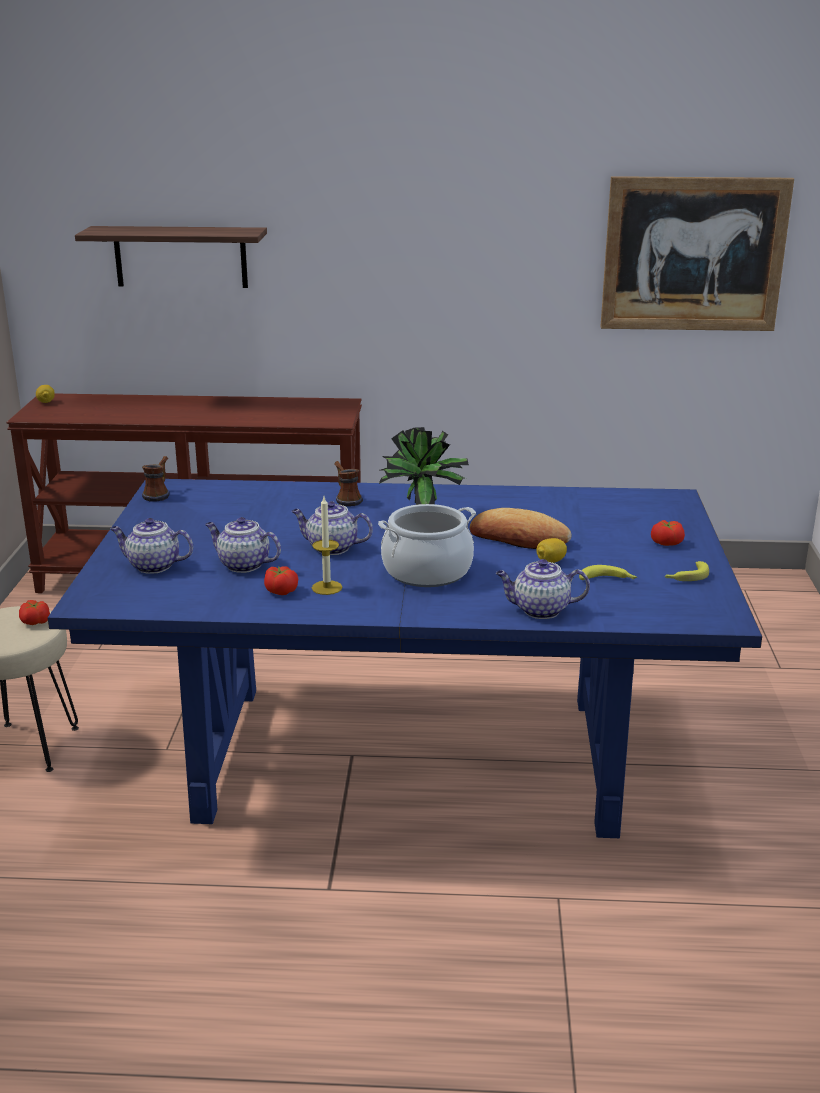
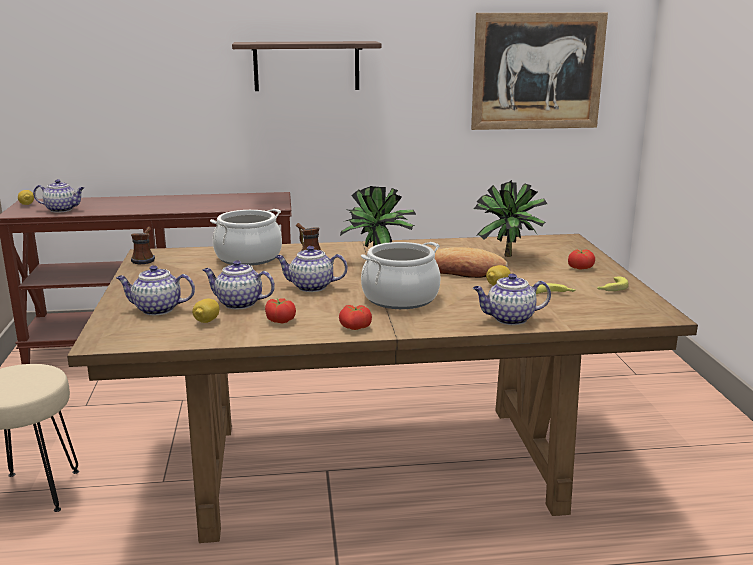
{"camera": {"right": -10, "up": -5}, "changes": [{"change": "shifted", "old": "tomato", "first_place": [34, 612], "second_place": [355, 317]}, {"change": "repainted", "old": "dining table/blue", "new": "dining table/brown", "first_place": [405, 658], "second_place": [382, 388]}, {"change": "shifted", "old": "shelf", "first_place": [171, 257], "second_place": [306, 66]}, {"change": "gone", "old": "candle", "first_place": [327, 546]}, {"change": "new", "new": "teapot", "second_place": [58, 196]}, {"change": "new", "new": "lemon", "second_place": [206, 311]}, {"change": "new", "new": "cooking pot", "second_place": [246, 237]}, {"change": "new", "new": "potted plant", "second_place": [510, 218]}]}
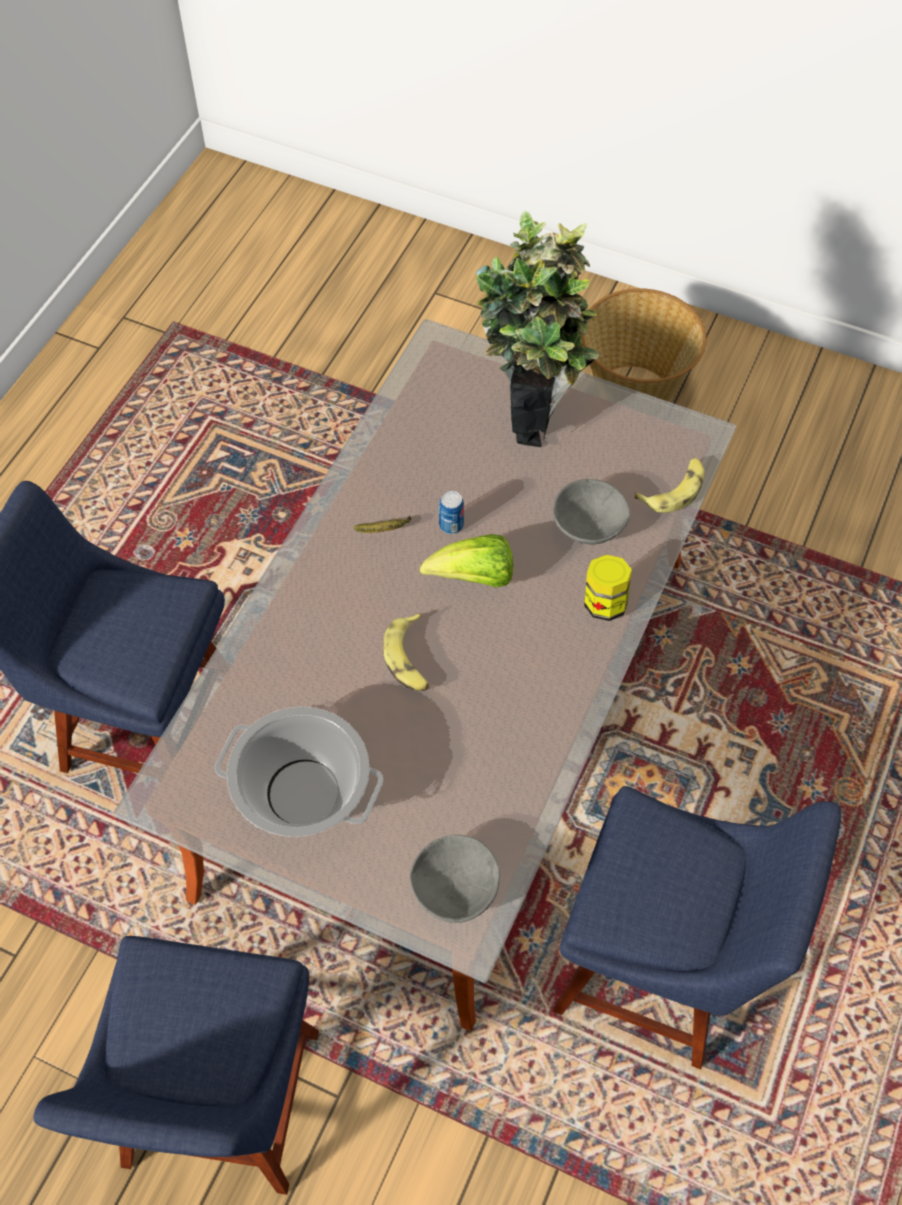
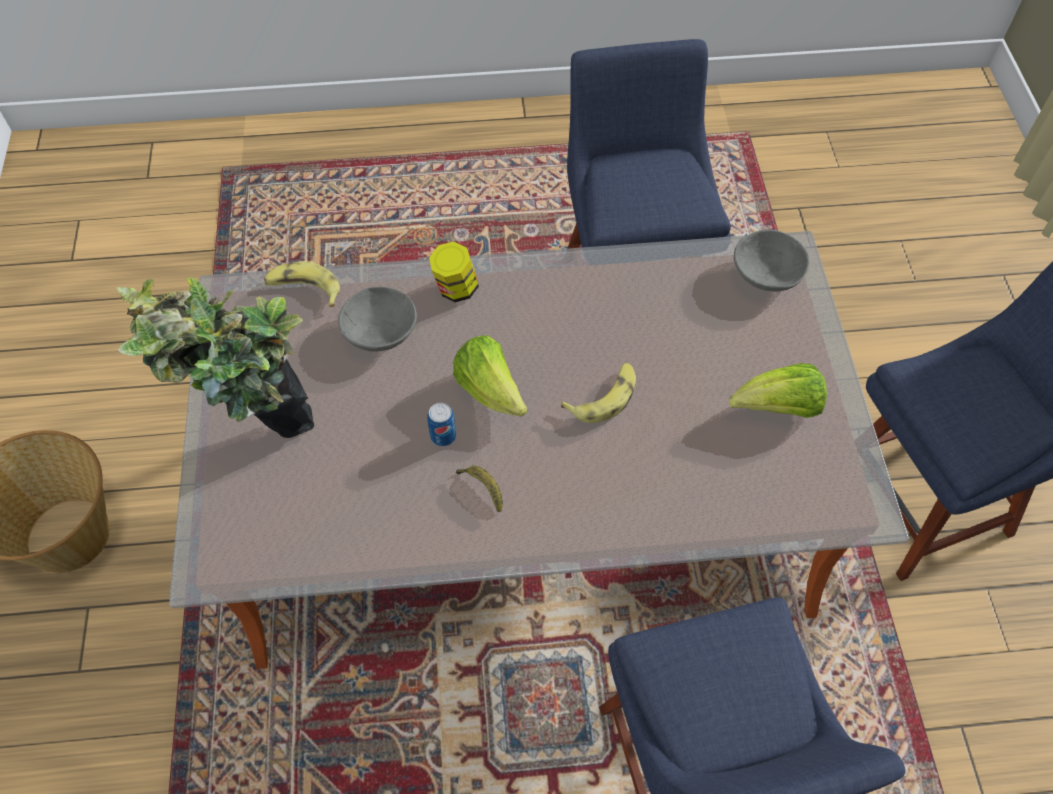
{"camera": {"right": -120, "up": 0}, "changes": [{"change": "swapped", "old": "cooking pot", "new": "lettuce", "first_place": [299, 772], "second_place": [778, 390]}]}
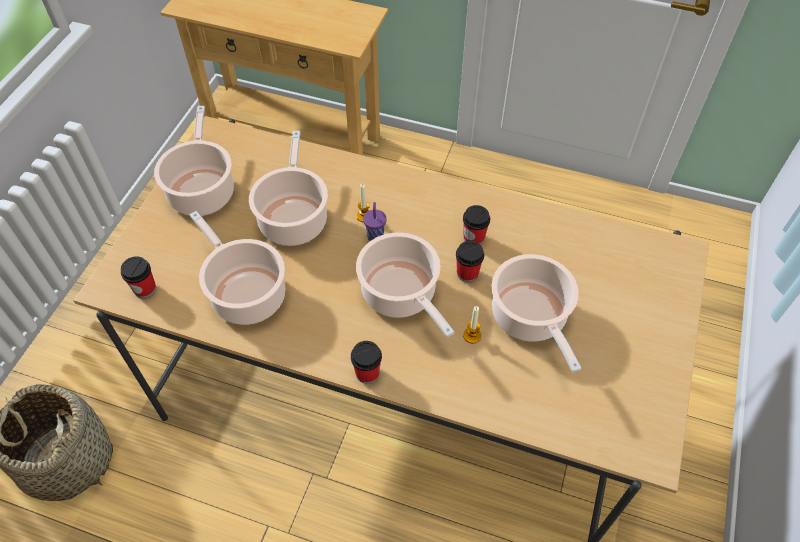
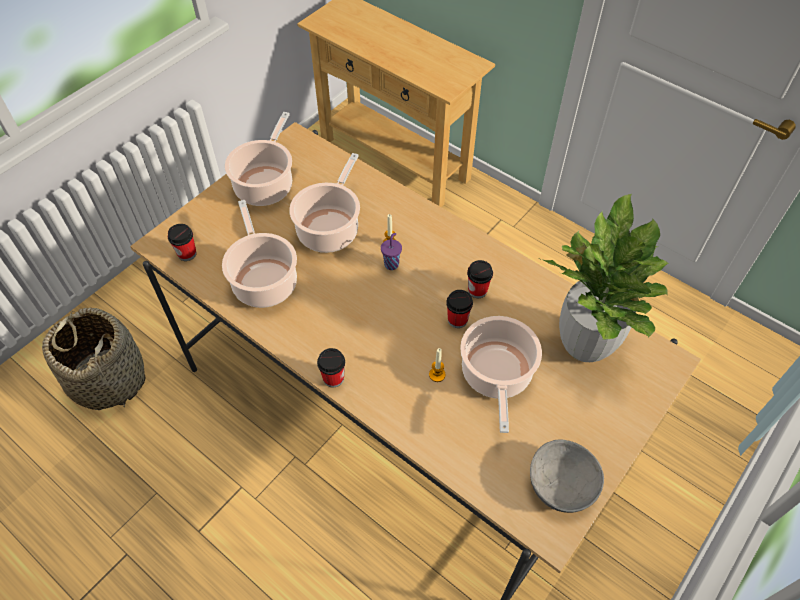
{"camera": {"right": 20, "up": 0}, "changes": [{"change": "gone", "old": "cooking pot", "first_place": [405, 284]}, {"change": "new", "new": "bowl/grey", "second_place": [567, 476]}, {"change": "new", "new": "potted plant", "second_place": [603, 278]}]}
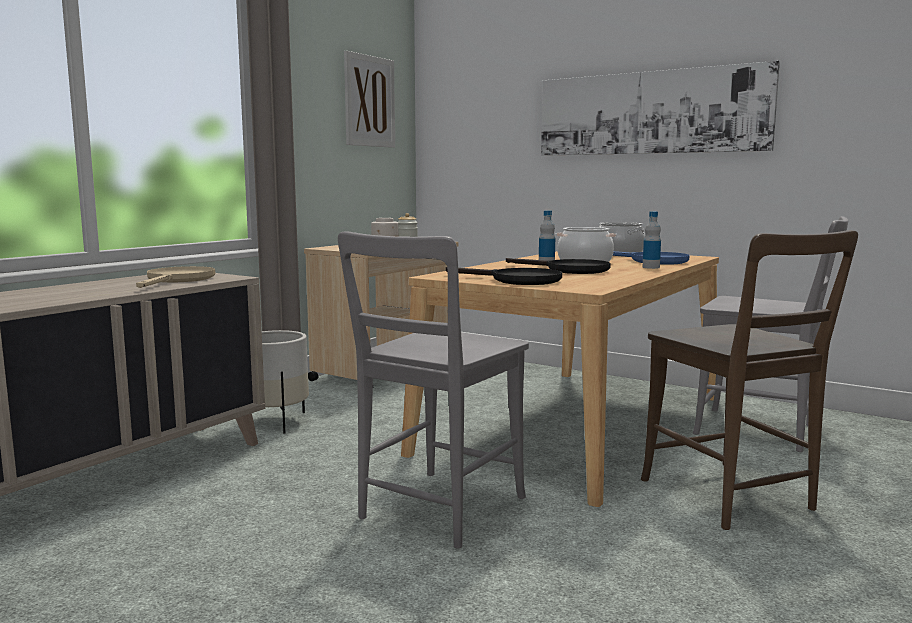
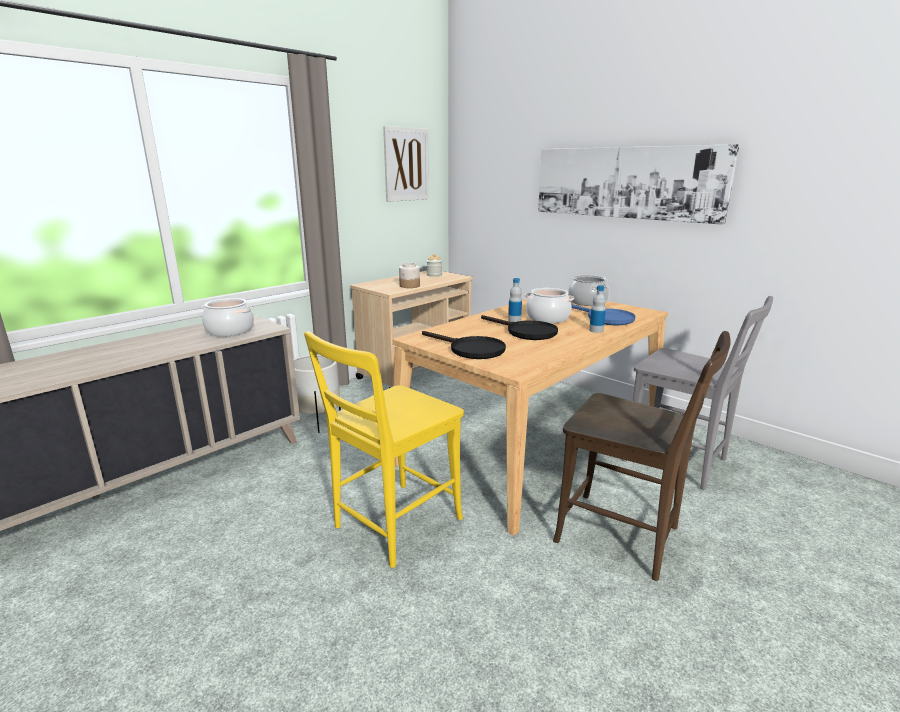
{"camera": {"right": 10, "up": 10}, "changes": [{"change": "swapped", "old": "frying pan/beige", "new": "cooking pot", "first_place": [175, 277], "second_place": [228, 317]}, {"change": "repainted", "old": "chair/grey", "new": "chair/yellow", "first_place": [433, 389], "second_place": [384, 449]}, {"change": "rotated", "old": "chair/brown", "first_place": [749, 380], "second_place": [642, 456], "degrees": -45}]}
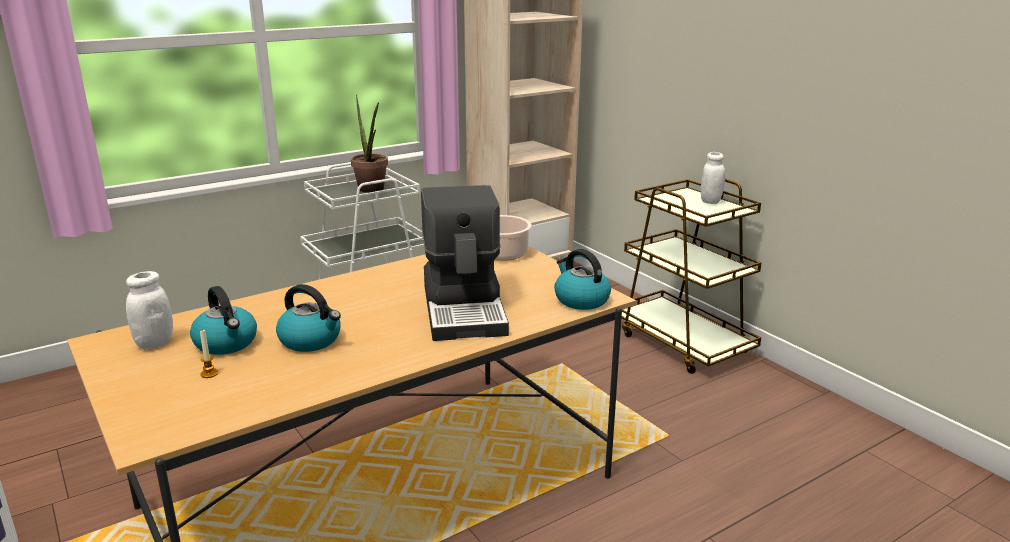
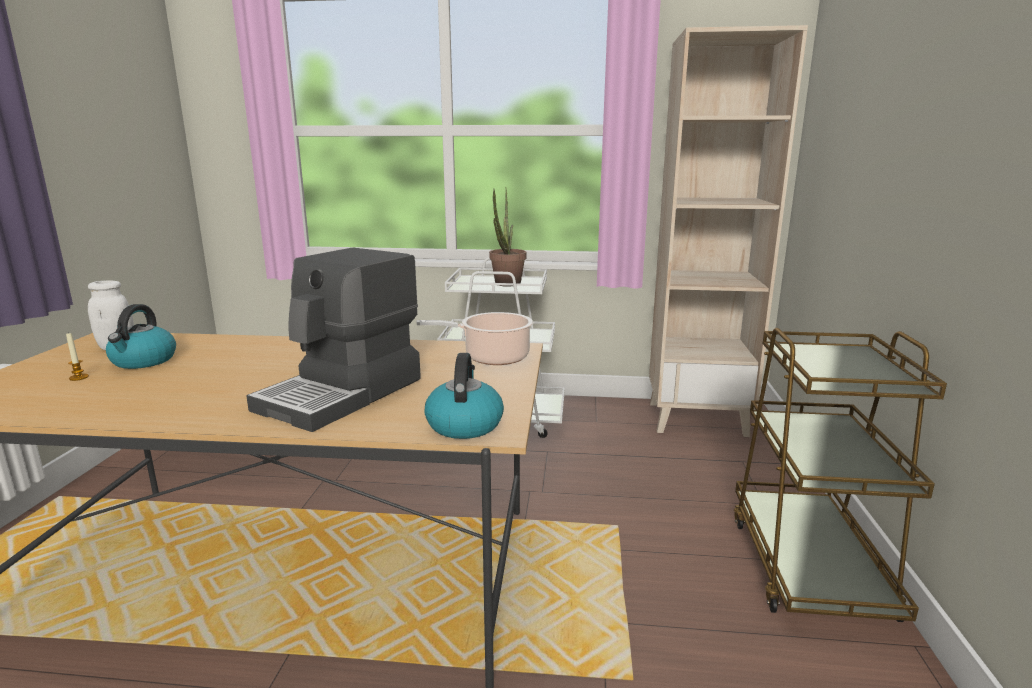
{"camera": {"right": 40, "up": -5}, "changes": [{"change": "gone", "old": "kettle", "first_place": [308, 318]}, {"change": "gone", "old": "jar/white", "first_place": [713, 178]}]}
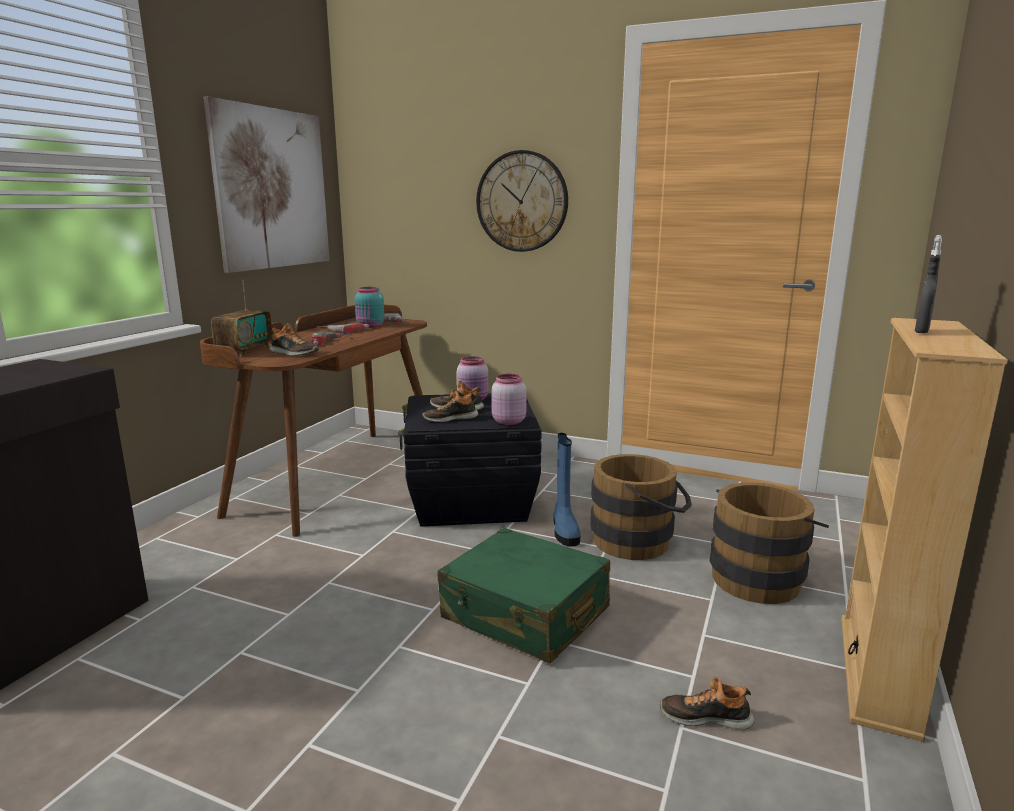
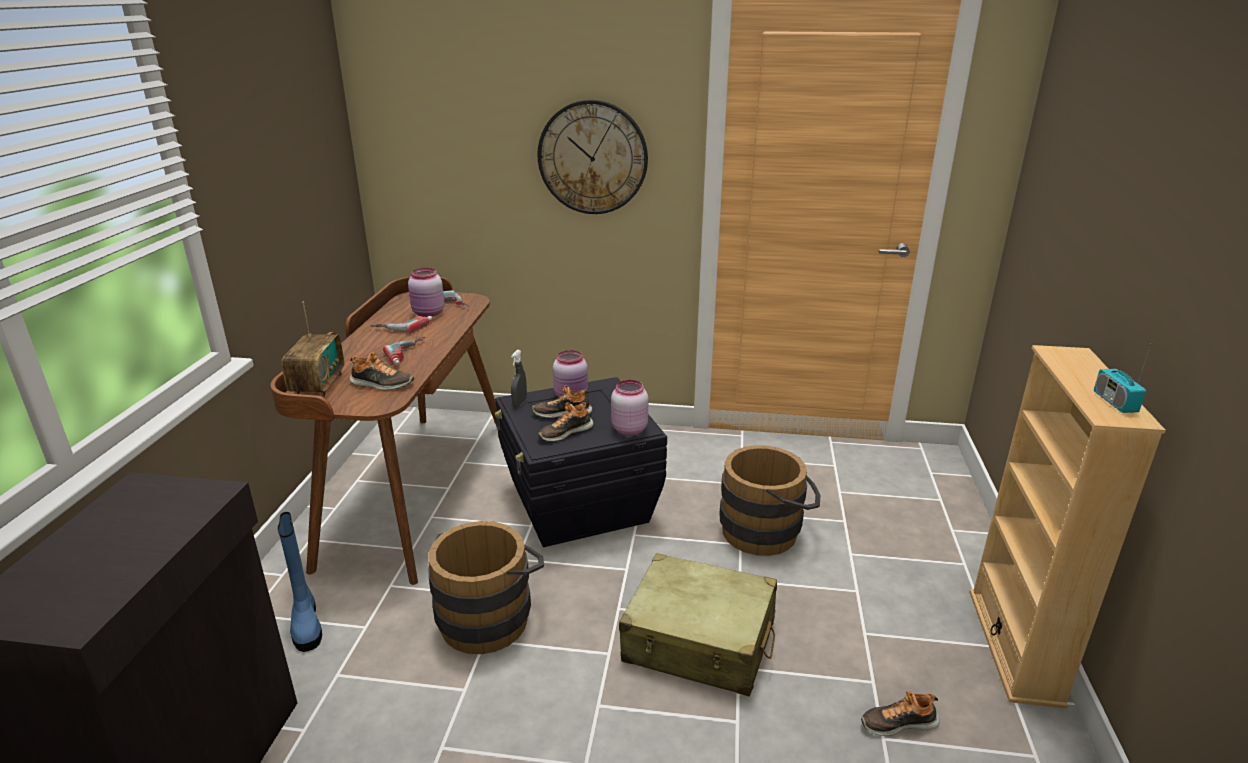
{"camera": {"right": -15, "up": 10}, "changes": [{"change": "gone", "old": "picture", "first_place": [266, 184]}, {"change": "repainted", "old": "jar/turquoise", "new": "jar/pink", "first_place": [370, 307], "second_place": [426, 292]}, {"change": "repainted", "old": "suitcase/green", "new": "suitcase/beige", "first_place": [523, 596], "second_place": [698, 624]}, {"change": "shifted", "old": "boot/blue", "first_place": [567, 490], "second_place": [300, 582]}, {"change": "shifted", "old": "bucket/brown", "first_place": [769, 543], "second_place": [486, 587]}, {"change": "shifted", "old": "spray bottle/grey", "first_place": [928, 284], "second_place": [519, 378]}, {"change": "new", "new": "radio", "second_place": [1123, 377]}]}
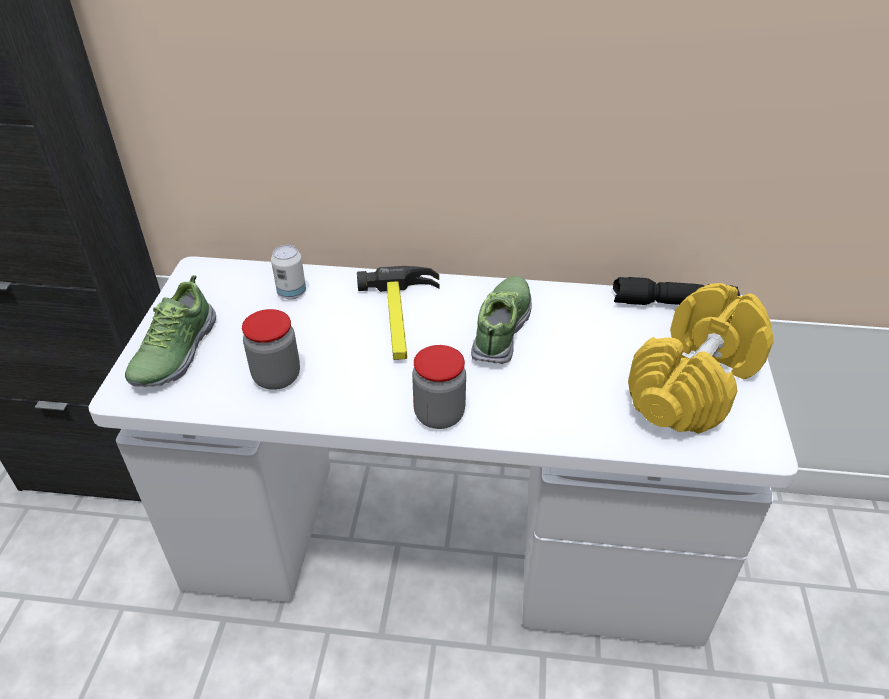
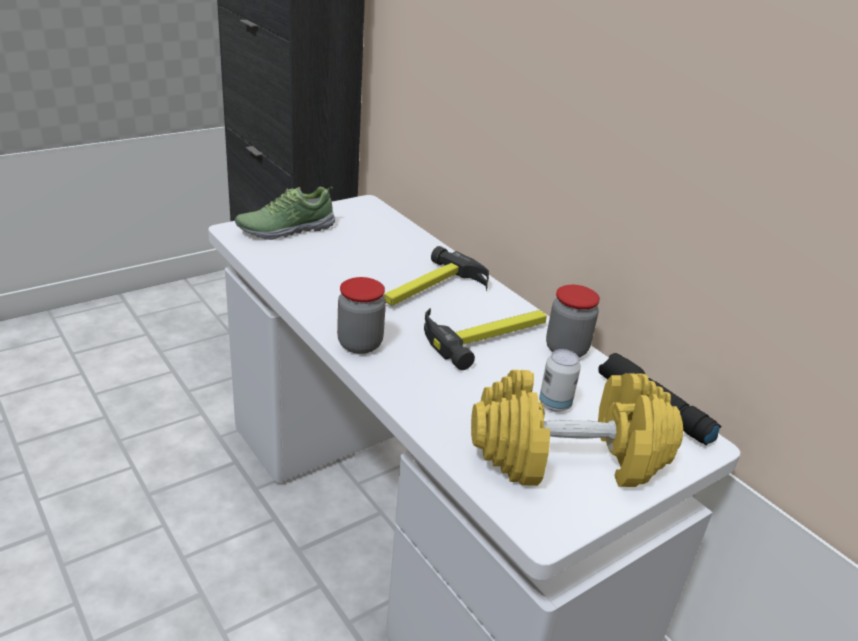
{"camera": {"right": 45, "up": -10}, "changes": [{"change": "shifted", "old": "jar", "first_place": [271, 349], "second_place": [573, 321]}, {"change": "shifted", "old": "can", "first_place": [288, 272], "second_place": [560, 380]}, {"change": "swapped", "old": "shoe", "new": "hammer", "first_place": [501, 320], "second_place": [485, 339]}]}
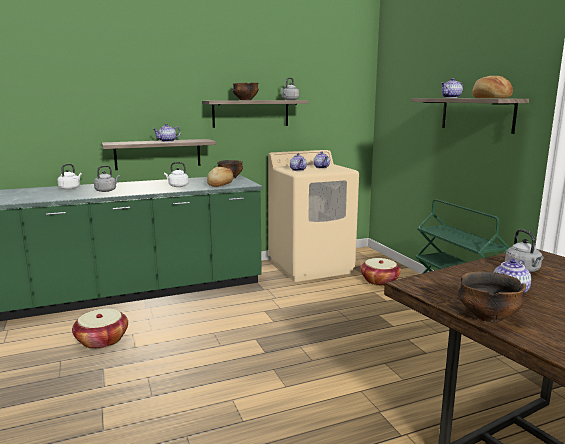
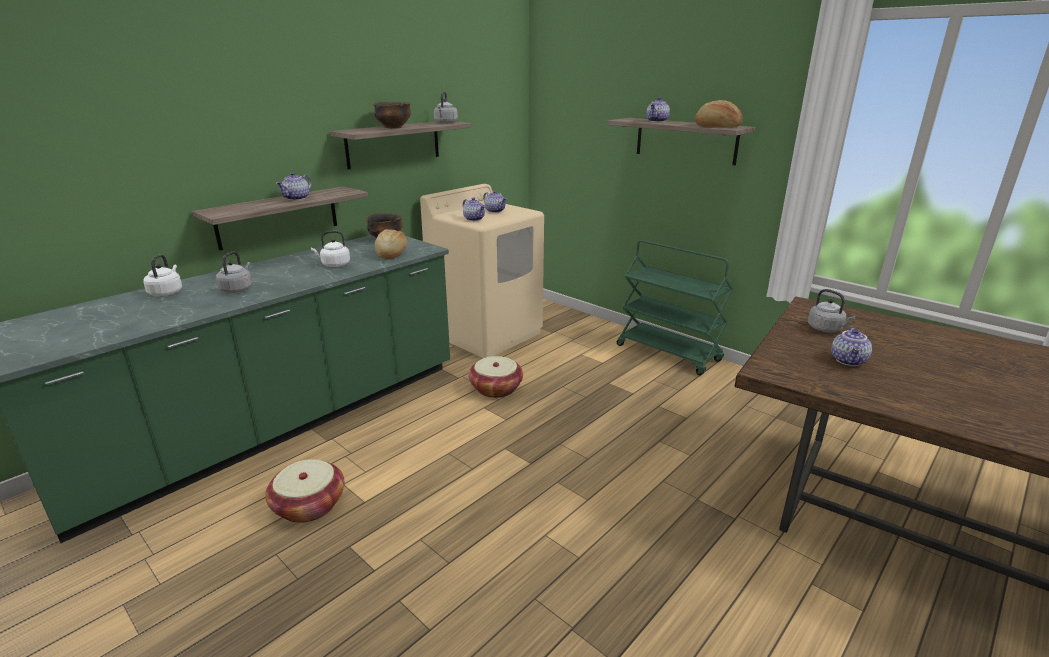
{"camera": {"right": -25, "up": 10}, "changes": [{"change": "shifted", "old": "basket", "first_place": [380, 272], "second_place": [495, 377]}, {"change": "gone", "old": "bowl", "first_place": [492, 297]}]}
